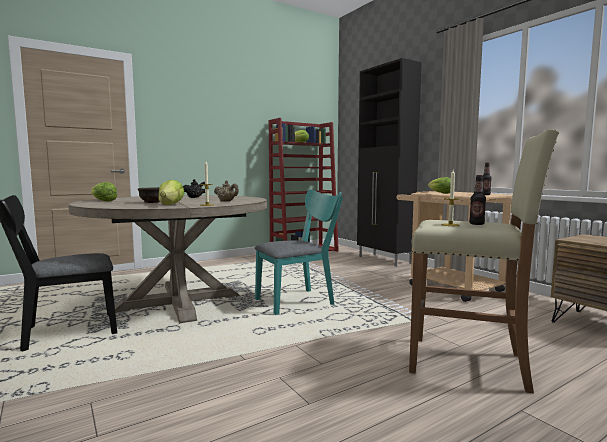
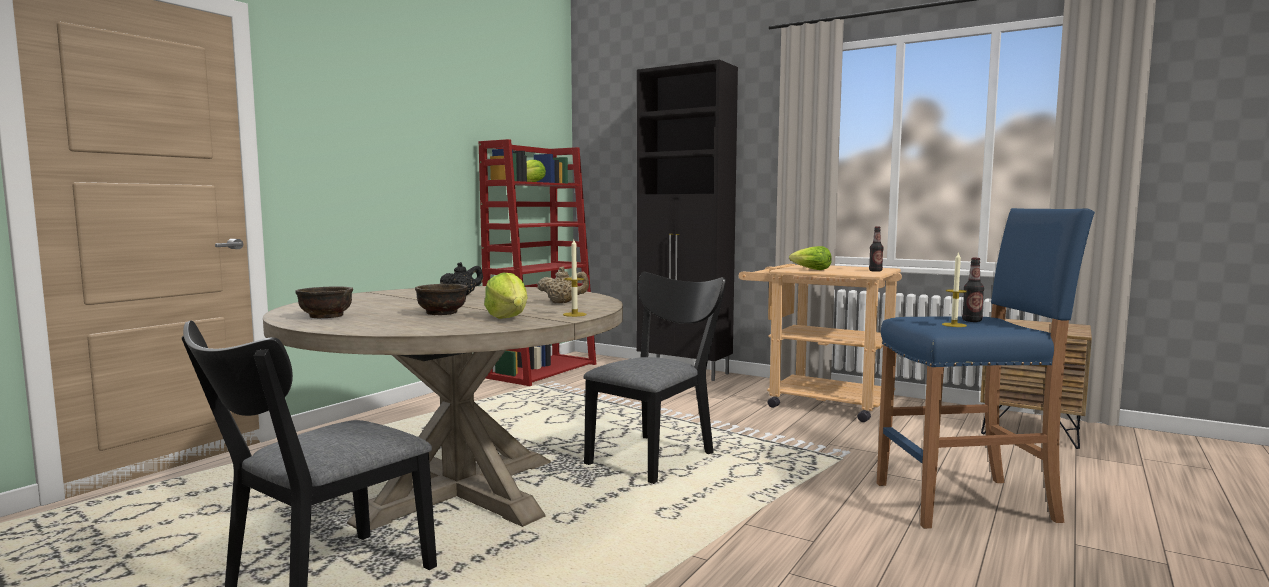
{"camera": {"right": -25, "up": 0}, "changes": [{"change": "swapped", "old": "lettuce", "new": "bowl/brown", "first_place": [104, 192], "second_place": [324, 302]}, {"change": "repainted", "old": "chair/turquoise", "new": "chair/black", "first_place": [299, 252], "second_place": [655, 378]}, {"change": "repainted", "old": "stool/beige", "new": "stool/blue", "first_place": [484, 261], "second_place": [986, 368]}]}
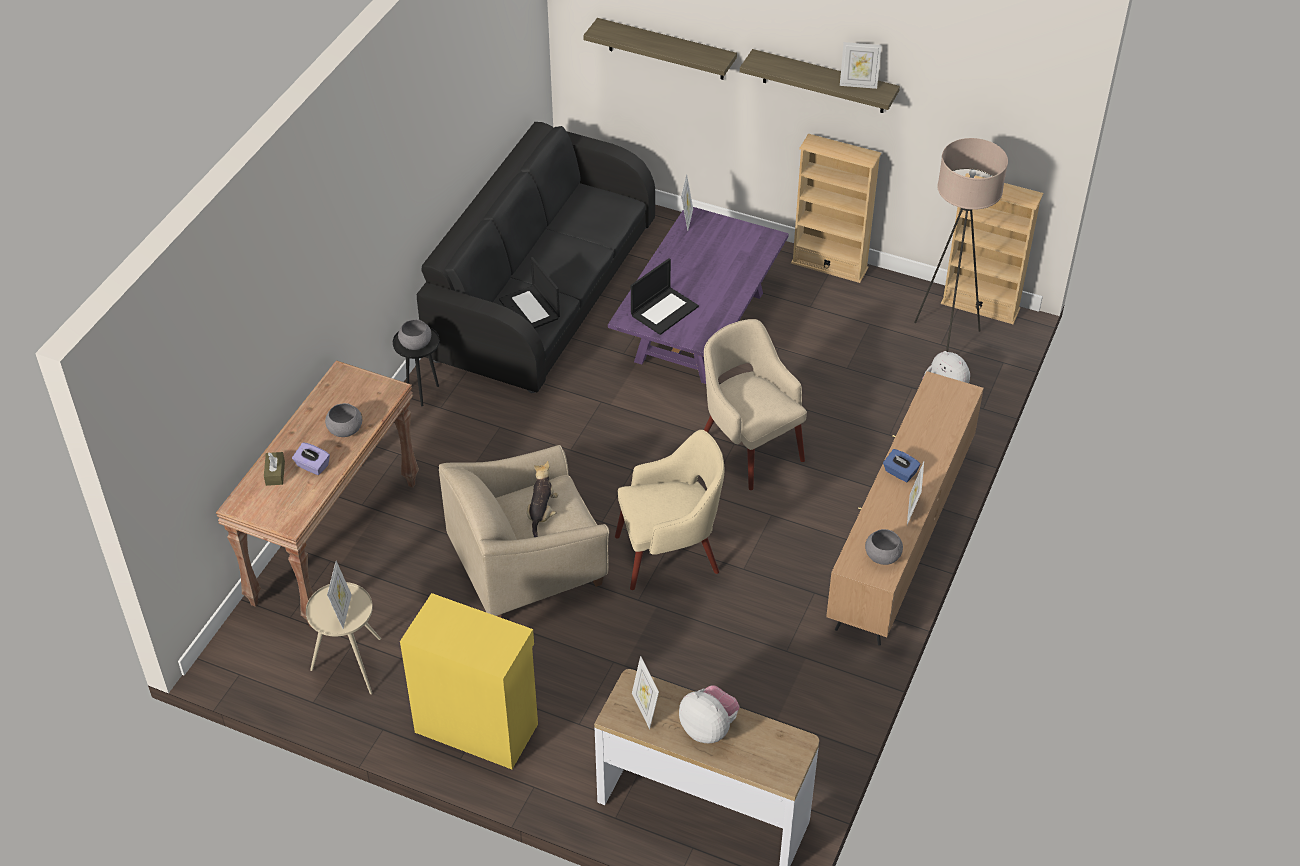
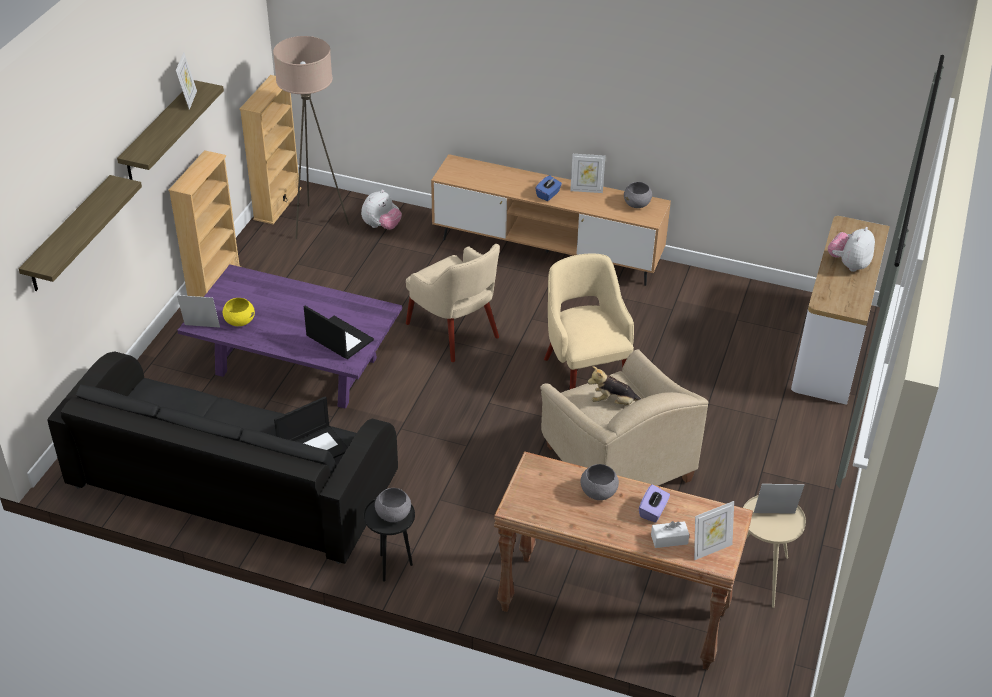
{"camera": {"right": -95, "up": -5}, "changes": [{"change": "repainted", "old": "tissue box/brown", "new": "tissue box/white", "first_place": [274, 469], "second_place": [670, 534]}, {"change": "gone", "old": "cabinet/yellow", "first_place": [469, 681]}, {"change": "shifted", "old": "picture frame", "first_place": [645, 692], "second_place": [714, 530]}, {"change": "rotated", "old": "armchair/beige", "first_place": [755, 404], "second_place": [453, 303], "degrees": -90}, {"change": "new", "new": "bowl/yellow", "second_place": [239, 312]}]}
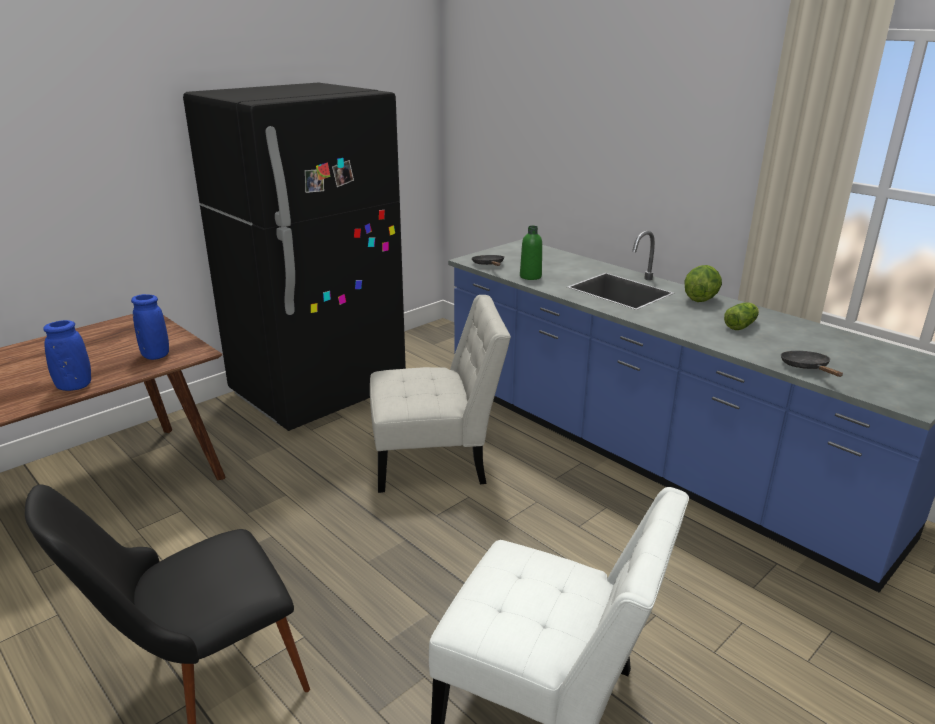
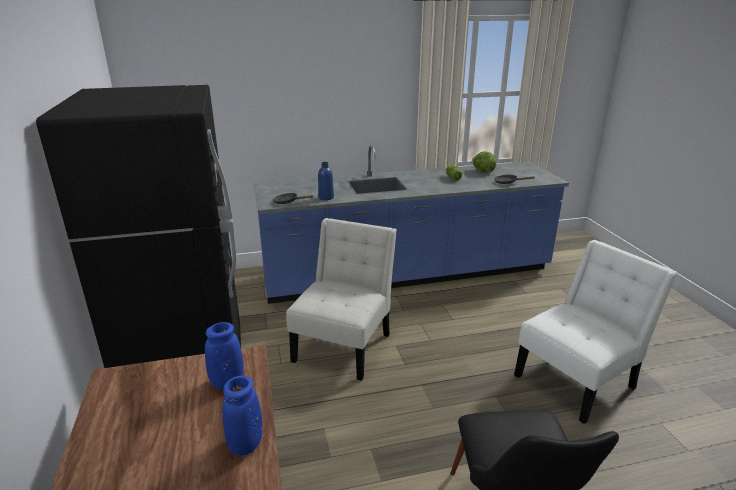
{"camera": {"right": -60, "up": 0}, "changes": [{"change": "repainted", "old": "bottle/green", "new": "bottle/blue", "first_place": [531, 253], "second_place": [326, 181]}, {"change": "shifted", "old": "lettuce", "first_place": [703, 283], "second_place": [484, 162]}]}
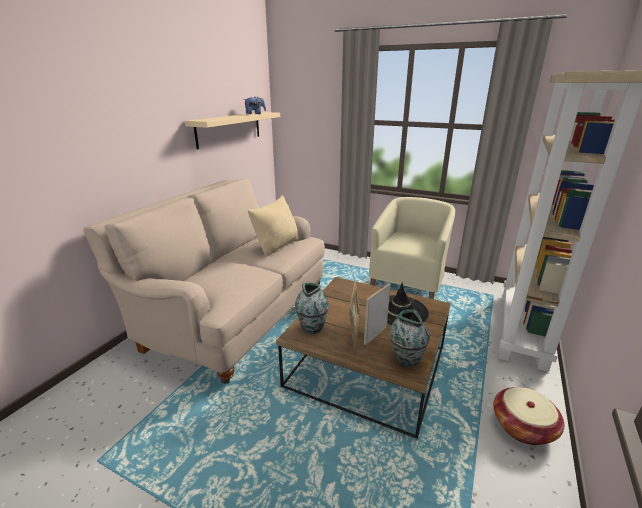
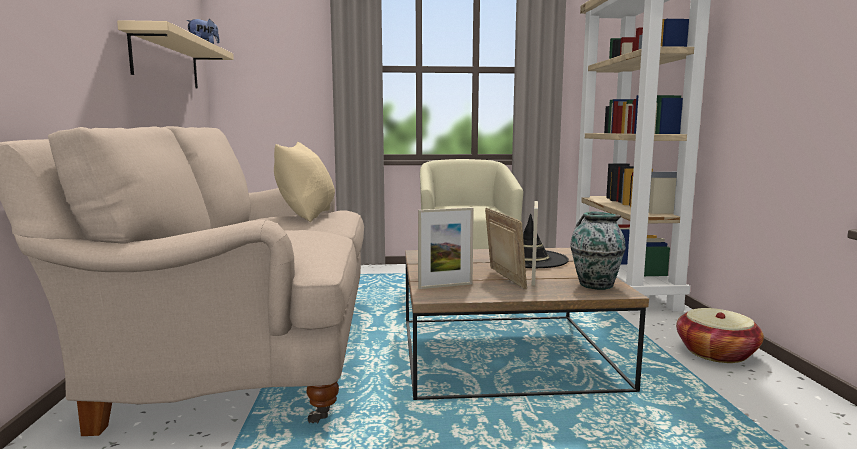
{"camera": {"right": -30, "up": -15}, "changes": [{"change": "swapped", "old": "vase", "new": "picture frame", "first_place": [312, 308], "second_place": [446, 248]}]}
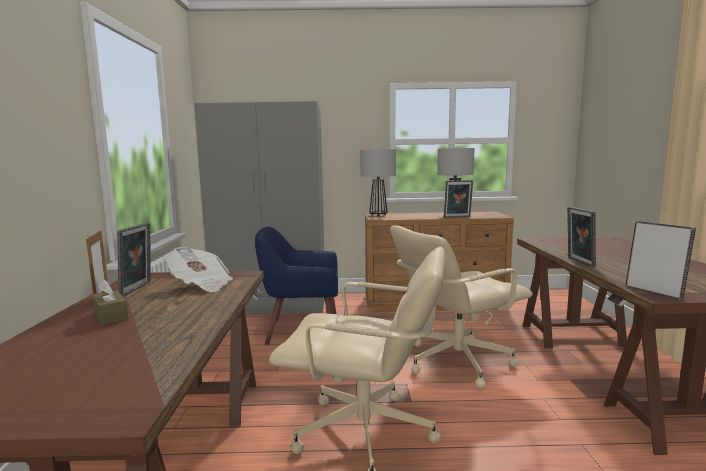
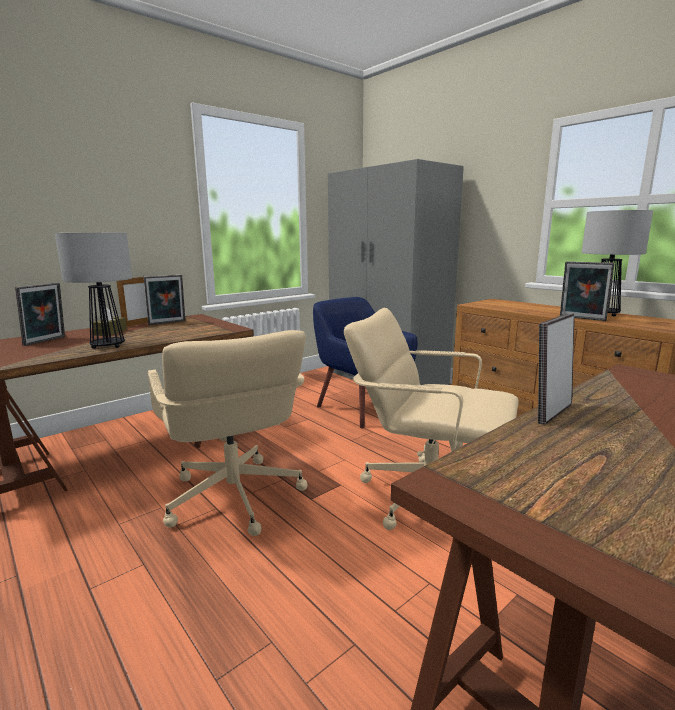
{"camera": {"right": 50, "up": 5}, "changes": [{"change": "gone", "old": "newspaper", "first_place": [199, 269]}, {"change": "shifted", "old": "table lamp", "first_place": [378, 182], "second_place": [93, 291]}, {"change": "shifted", "old": "picture frame", "first_place": [660, 260], "second_place": [40, 314]}]}
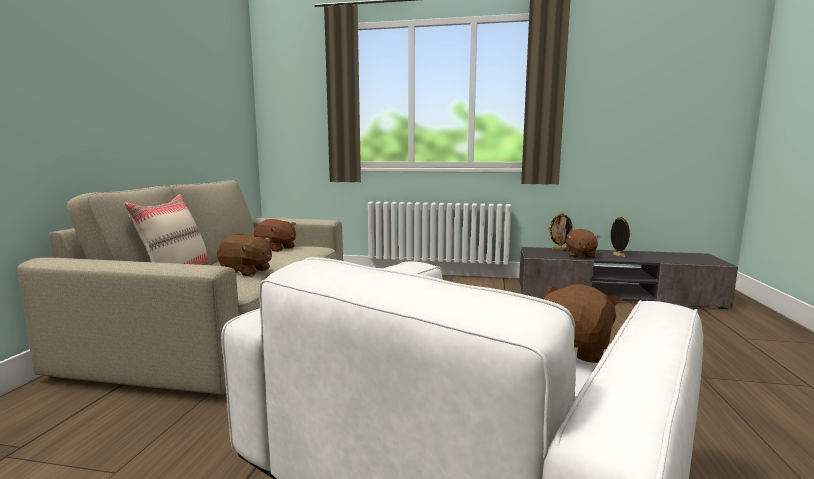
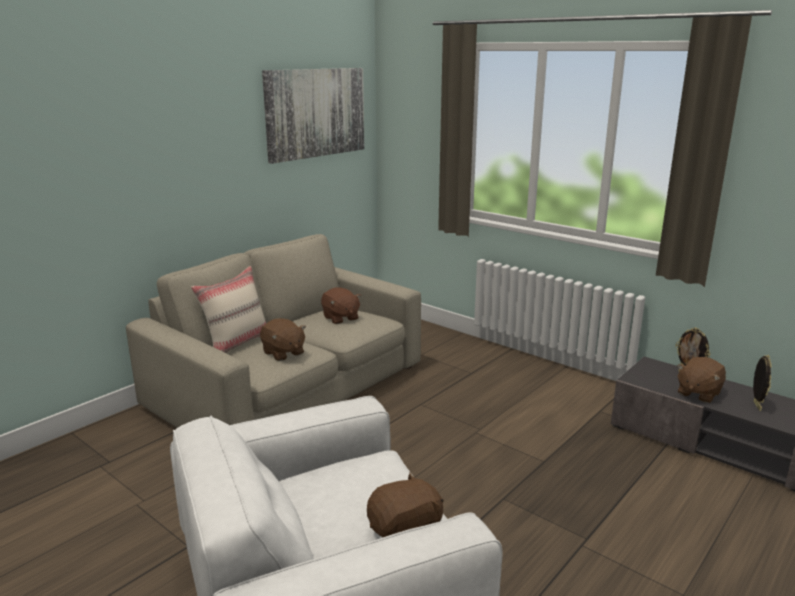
{"camera": {"right": 30, "up": 10}, "changes": [{"change": "new", "new": "picture", "second_place": [313, 116]}]}
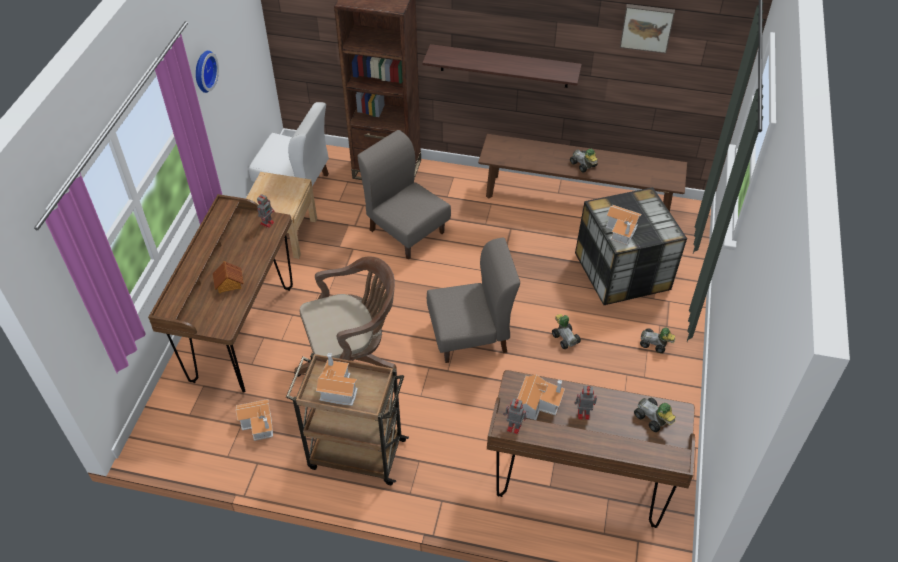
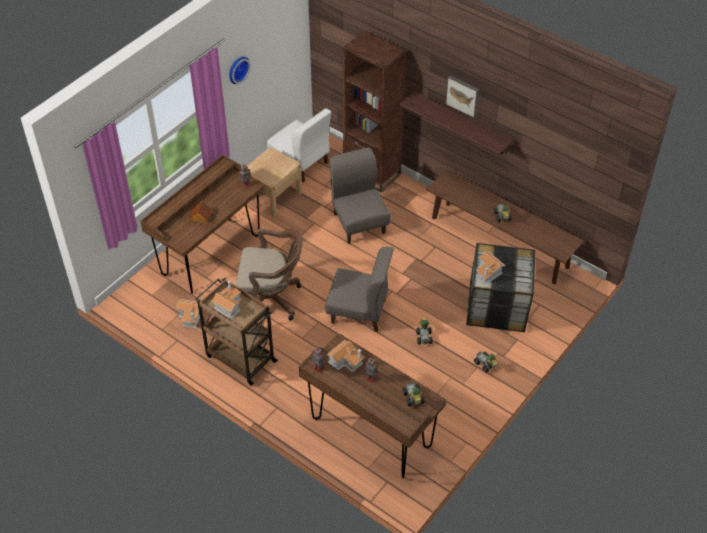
{"camera": {"right": 25, "up": 0}, "changes": [{"change": "shifted", "old": "picture", "first_place": [647, 29], "second_place": [462, 96]}]}
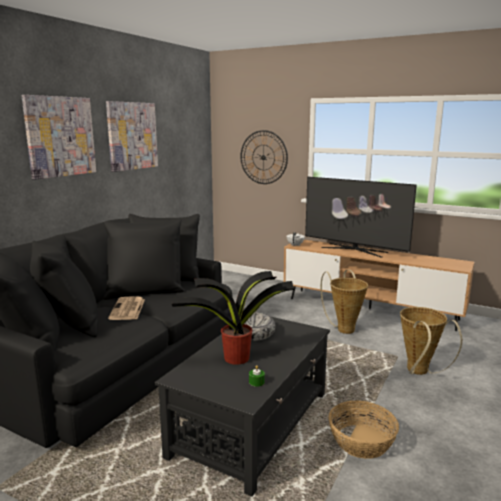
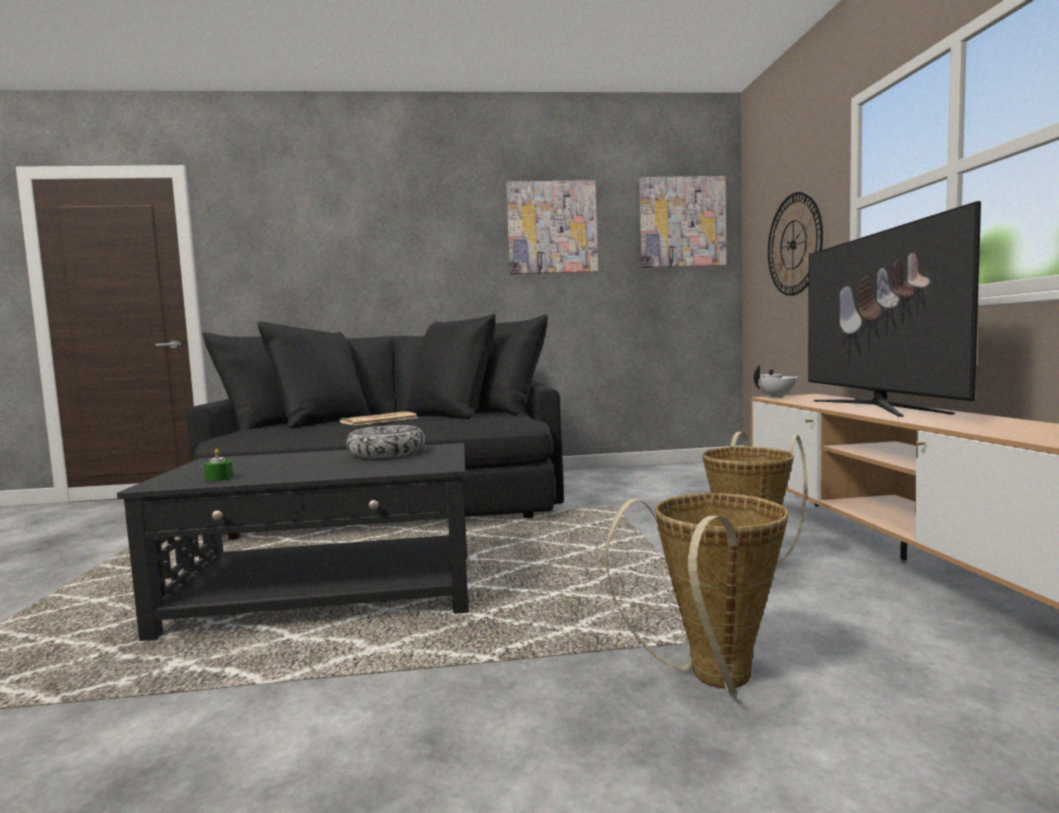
{"camera": {"right": 55, "up": -10}, "changes": [{"change": "shifted", "old": "picture", "first_place": [59, 137], "second_place": [682, 222]}, {"change": "gone", "old": "potted plant", "first_place": [234, 318]}, {"change": "gone", "old": "basket", "first_place": [364, 430]}]}
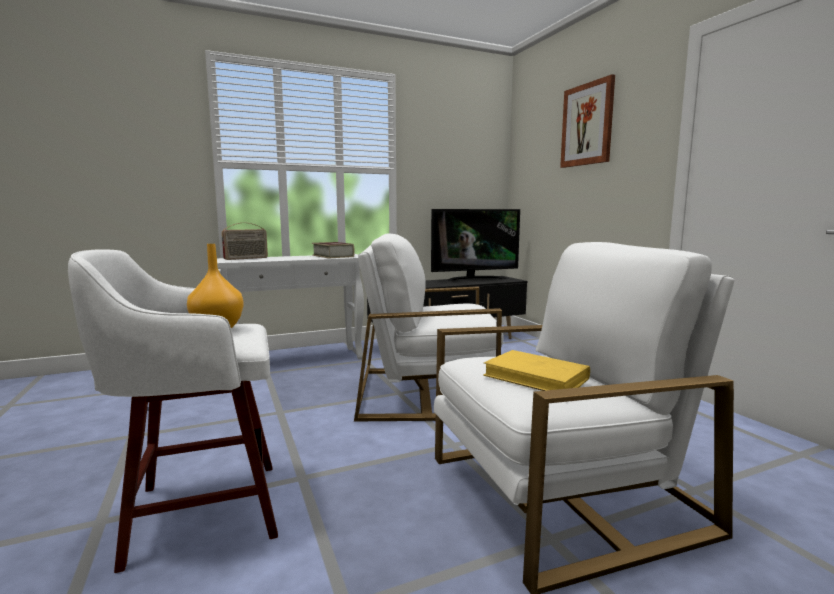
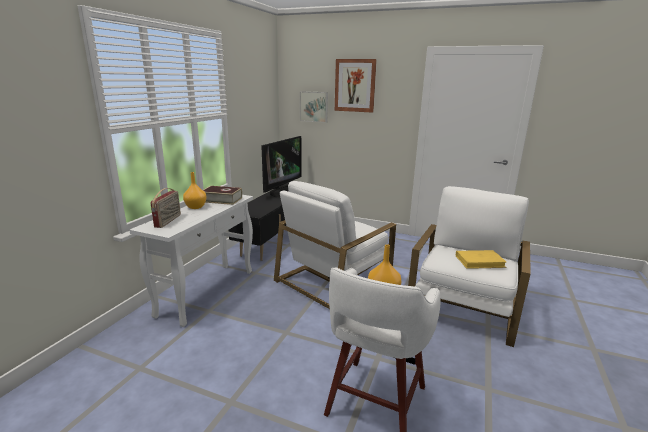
{"camera": {"right": -45, "up": 10}, "changes": [{"change": "new", "new": "vase/orange", "second_place": [194, 190]}, {"change": "new", "new": "picture", "second_place": [314, 107]}]}
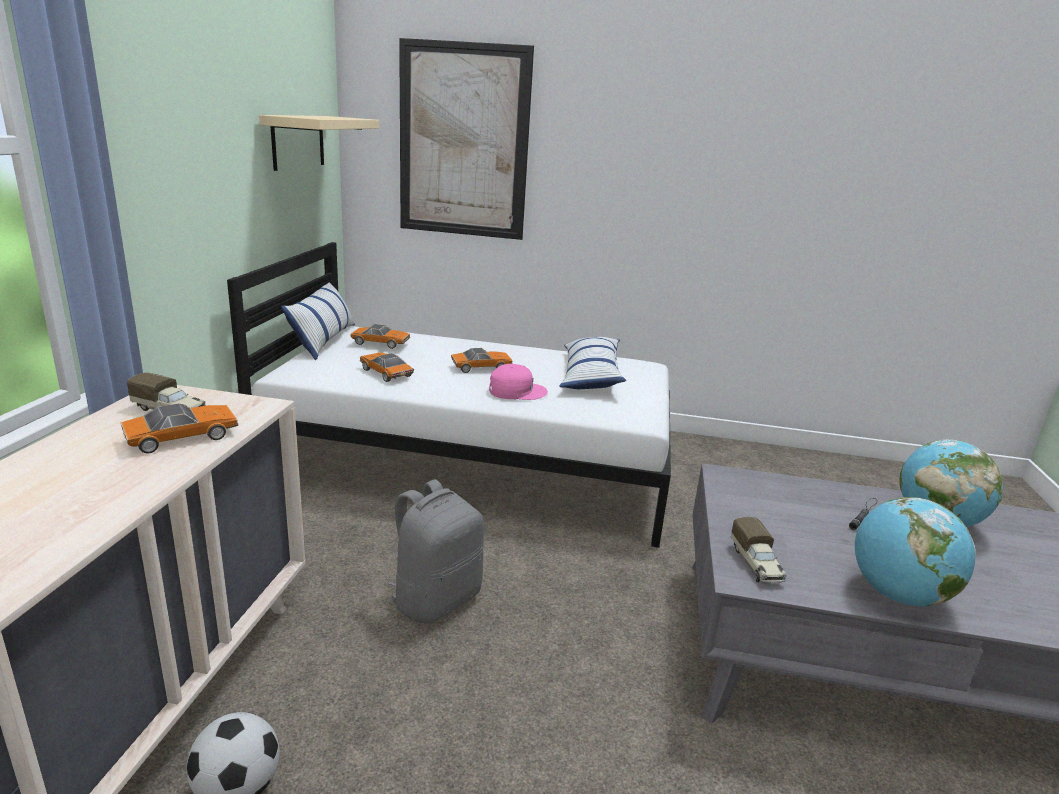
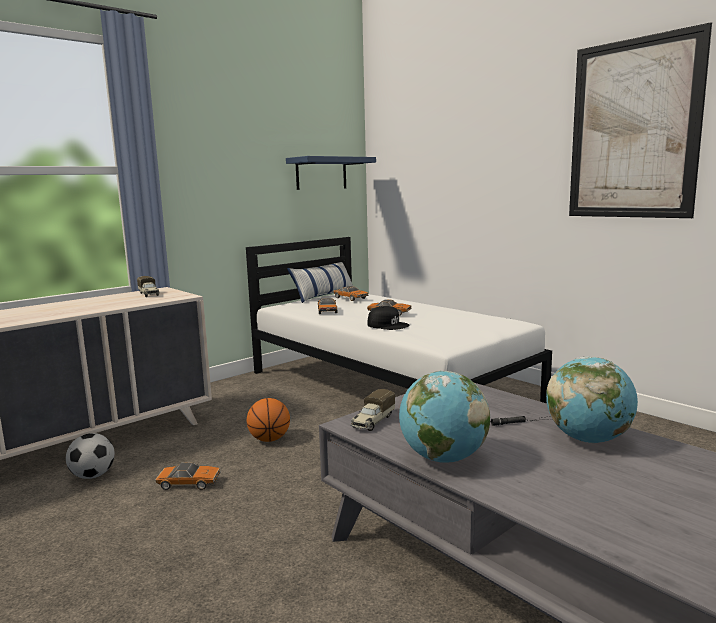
{"camera": {"right": 40, "up": -10}, "changes": [{"change": "shifted", "old": "toy car", "first_place": [179, 428], "second_place": [188, 476]}, {"change": "repainted", "old": "shelf/beige", "new": "shelf/blue", "first_place": [319, 143], "second_place": [331, 173]}, {"change": "swapped", "old": "backpack/grey", "new": "basketball", "first_place": [436, 551], "second_place": [268, 420]}, {"change": "shifted", "old": "picture", "first_place": [466, 139], "second_place": [640, 120]}, {"change": "repainted", "old": "cap/pink", "new": "cap/black", "first_place": [518, 382], "second_place": [388, 318]}, {"change": "gone", "old": "pillow", "first_place": [592, 363]}]}
